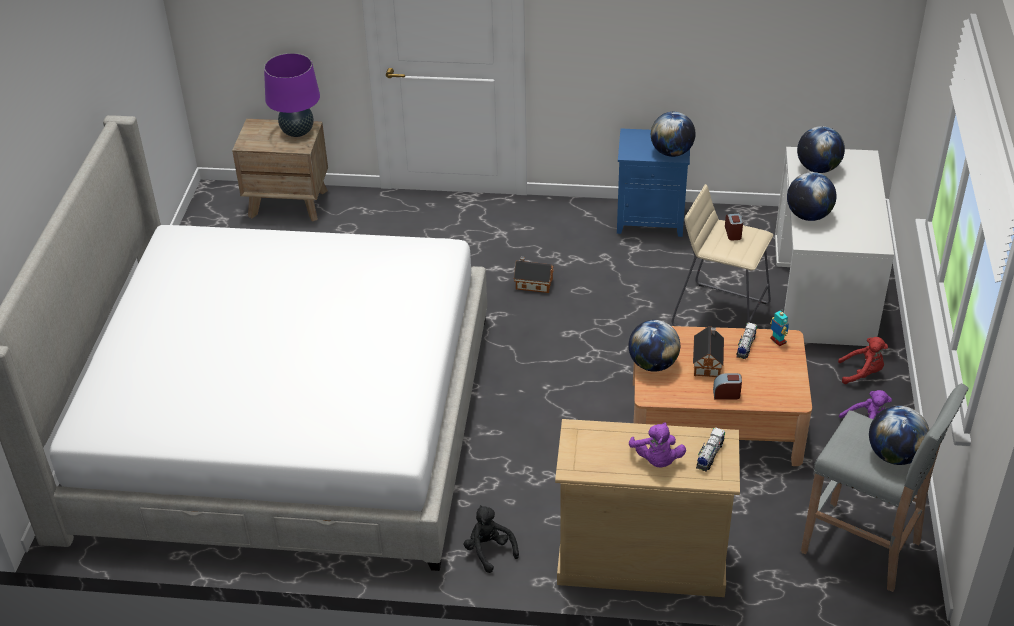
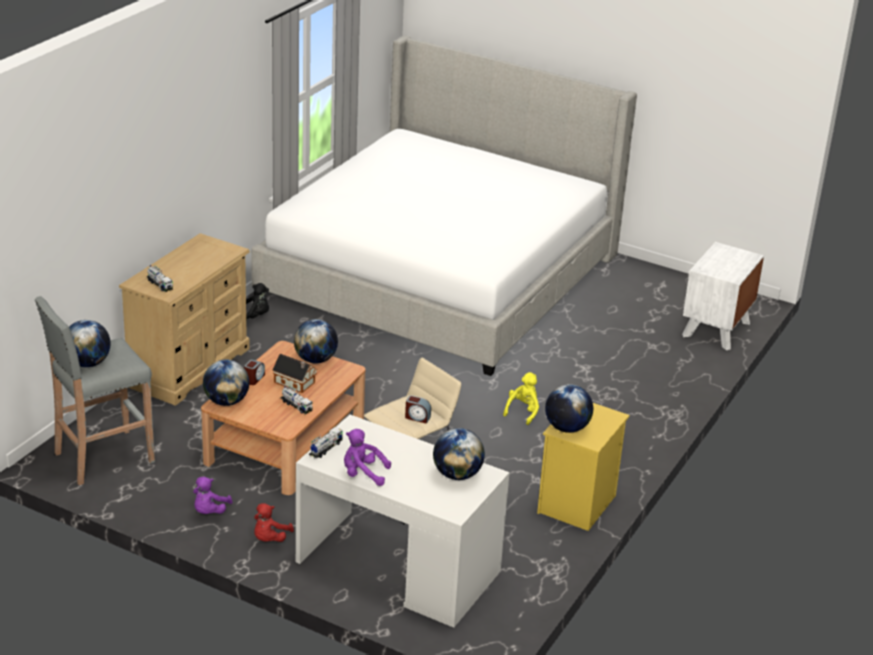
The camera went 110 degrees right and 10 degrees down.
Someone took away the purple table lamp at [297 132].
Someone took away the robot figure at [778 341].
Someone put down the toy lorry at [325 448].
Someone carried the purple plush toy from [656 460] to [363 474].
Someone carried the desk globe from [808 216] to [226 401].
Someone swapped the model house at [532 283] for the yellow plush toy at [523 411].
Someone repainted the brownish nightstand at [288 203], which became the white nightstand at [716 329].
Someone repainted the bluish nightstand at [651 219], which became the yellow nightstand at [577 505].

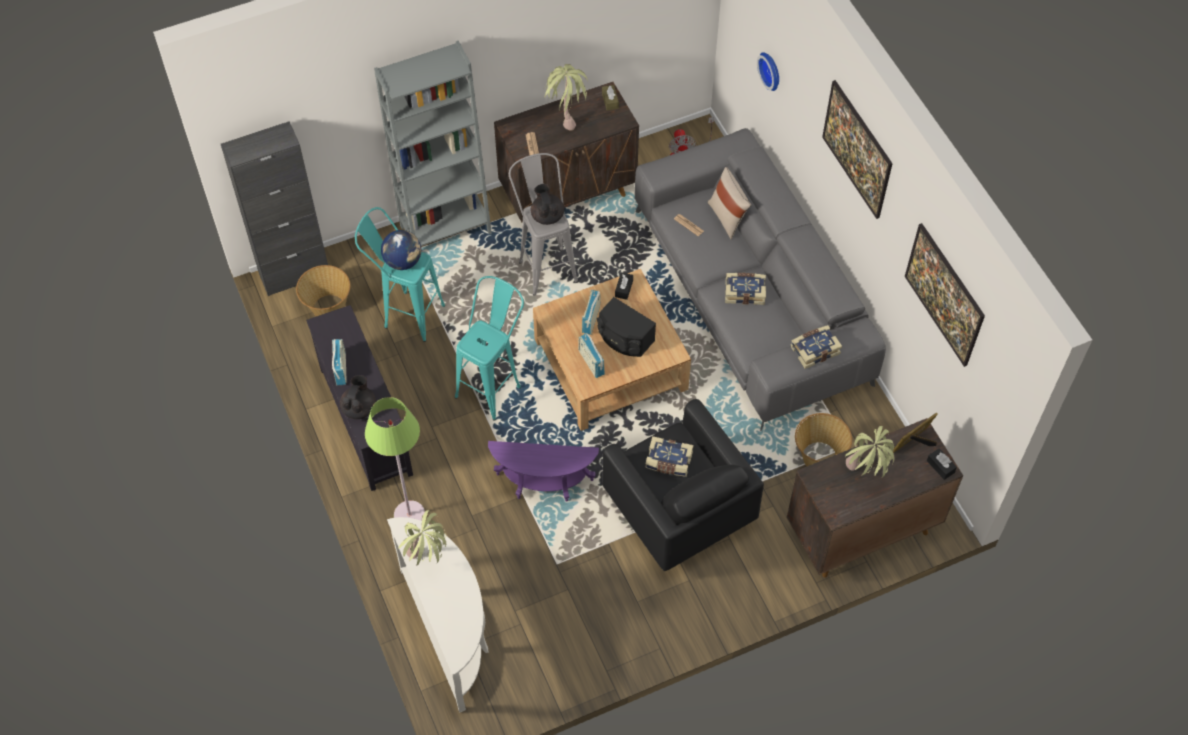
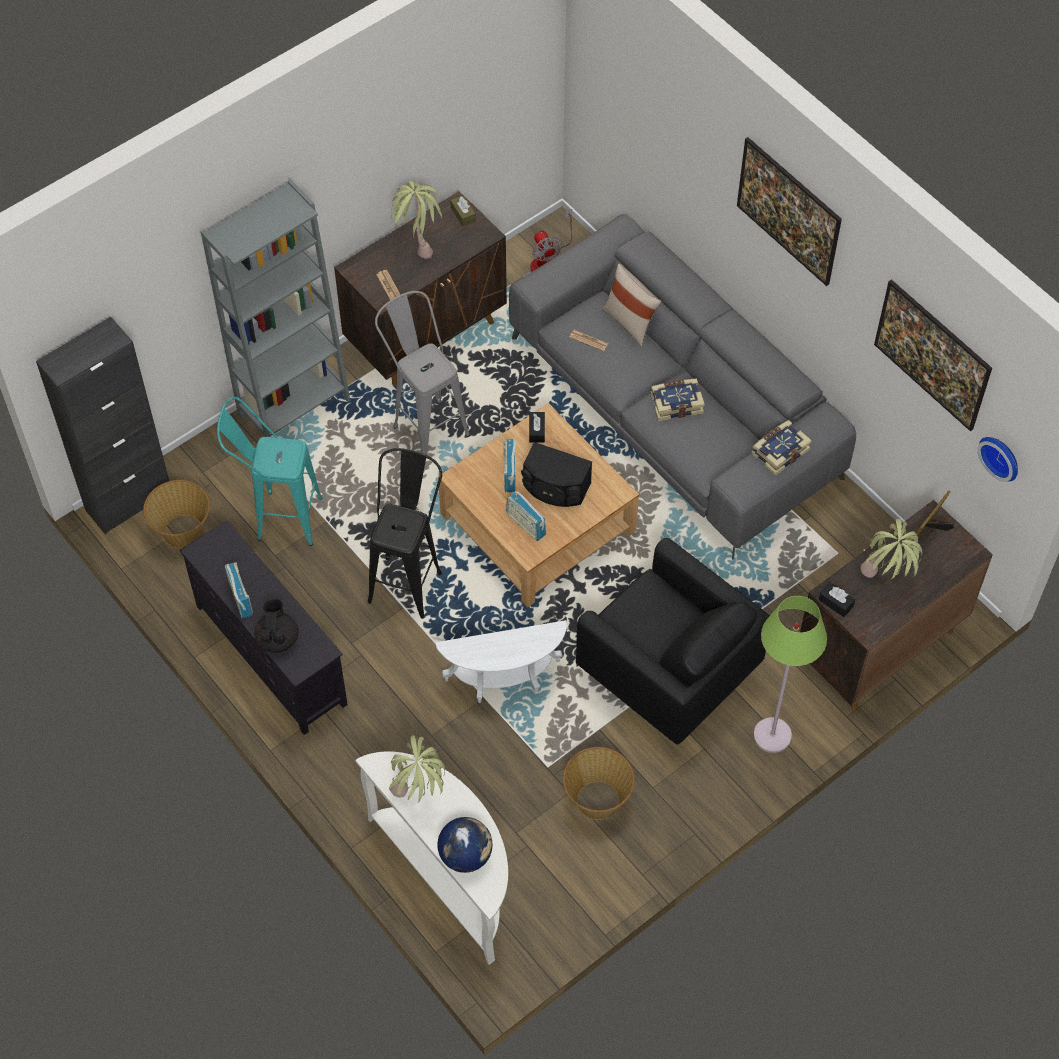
The camera went 15 degrees left and 0 degrees up.
Someone took away the black-coloured pot for tea at [547 215].
Someone took away the volume at [668 462].
Someone carried the greenish floor lamp from [409 515] to [772 735].
Someone carried the desk globe from [403 261] to [466 855].
Someone carried the wall clock from [771 70] to [1001 456].
Someone carried the basket from [818 457] to [597 800].
Someone carried the black-coloured box of tissues from [940 466] to [835 603].
Someone repainted the blue-green sitting stool at [493 385], which became the black-coloured sitting stool at [409 578].
Someone repainted the purple side table at [543 487], which became the white side table at [504 682].

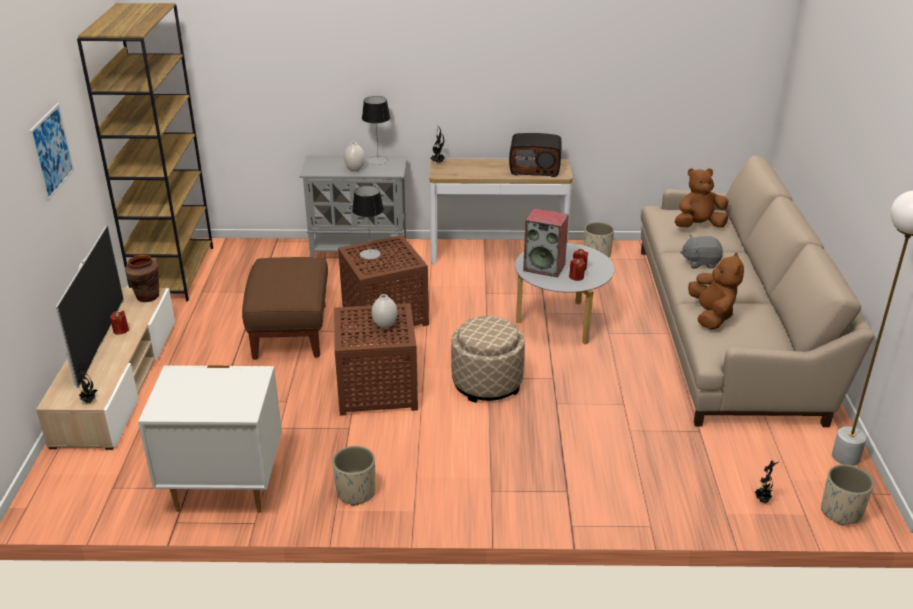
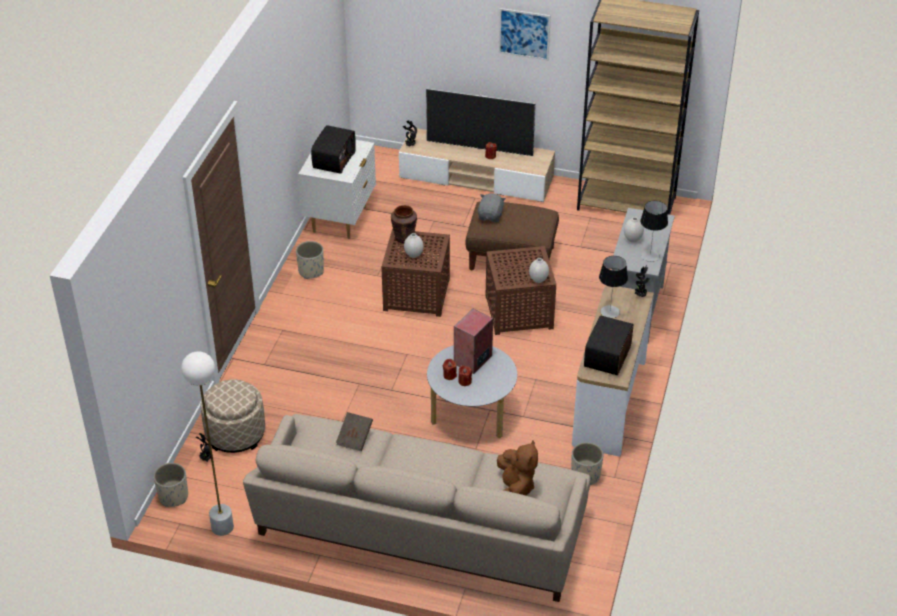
The camera went 105 degrees right and 10 degrees up.
Someone put down the radio set at [333 160].
Someone put down the white decorative vase at [538 280].
Someone carried the brownish decorative vase from [147 297] to [404 238].
Someone carried the table lamp from [370 254] to [610 312].
Someone carried the sand-coloured footrest from [487 383] to [235 434].
Someone carried the gray plush toy from [700 262] to [490 216].
Someone swapped the brownish plush toy at [711 316] for the brownish volume at [355 438].

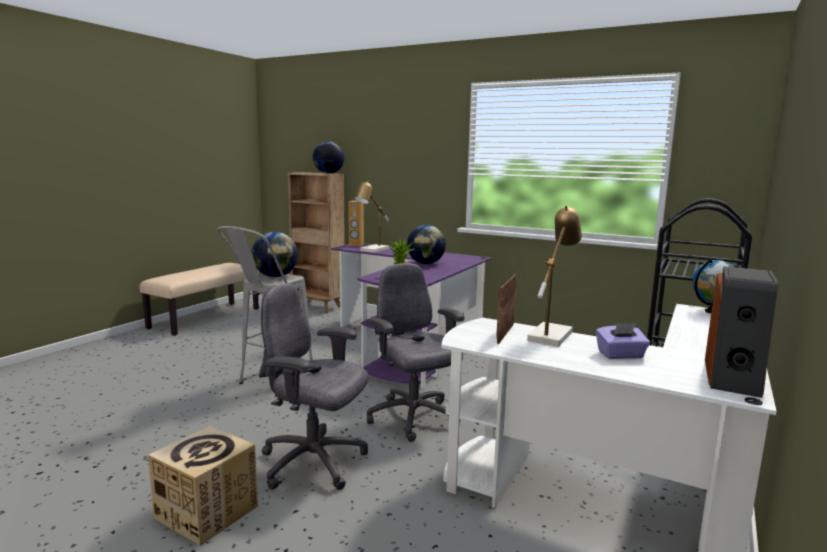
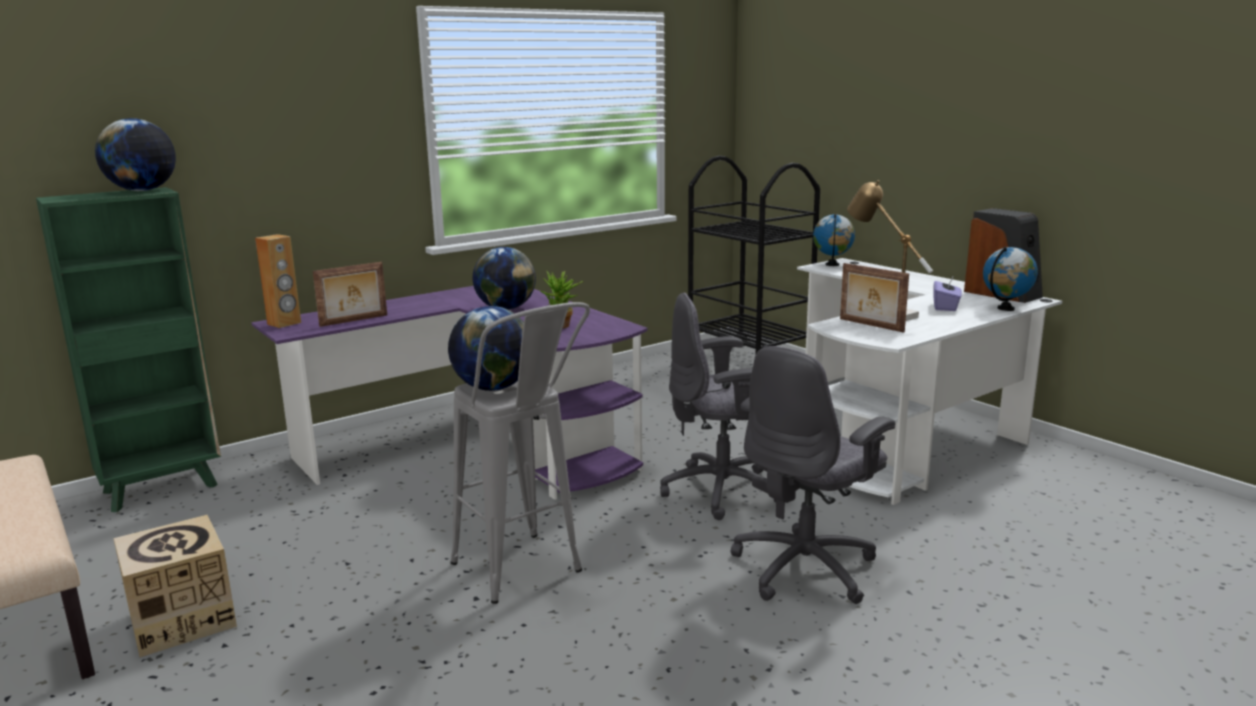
The camera went 65 degrees left and 5 degrees up.
Someone put down the desk globe at [1006 309].
Someone carried the packing box from [207 512] to [182 620].
Someone swapped the table lamp at [372 250] for the standing frame at [354 321].
Someone repainted the brownish bookcase at [318 307], which became the greenish bookcase at [163 488].

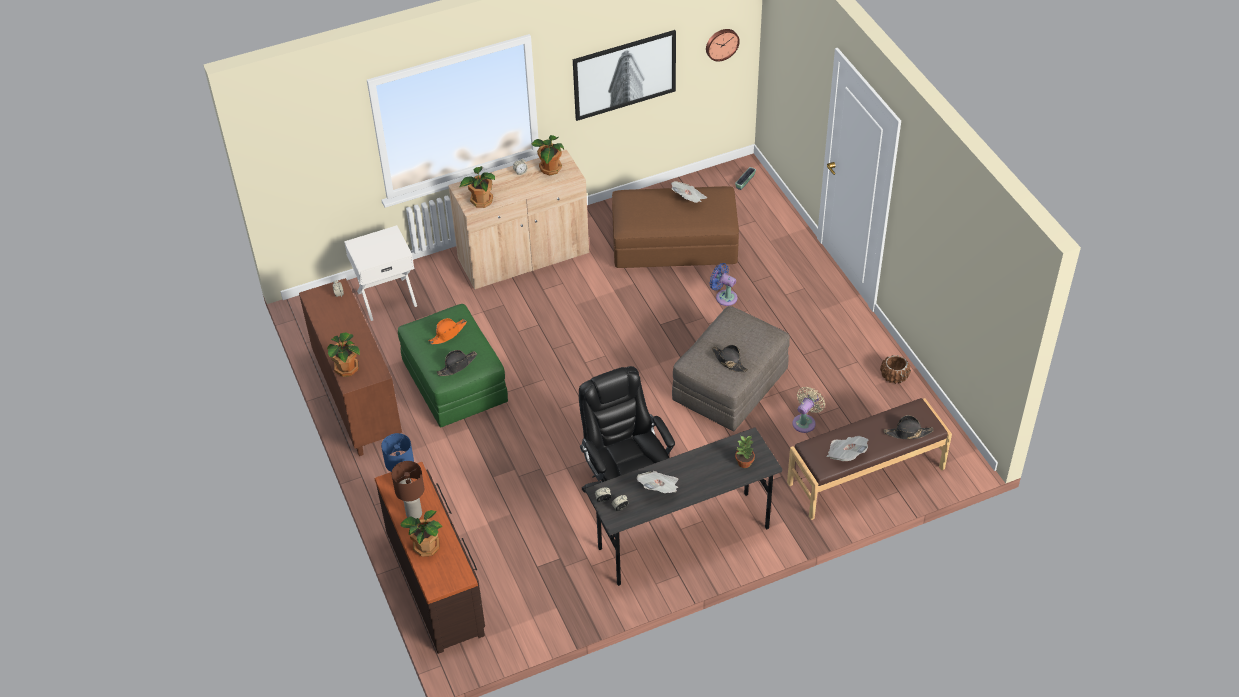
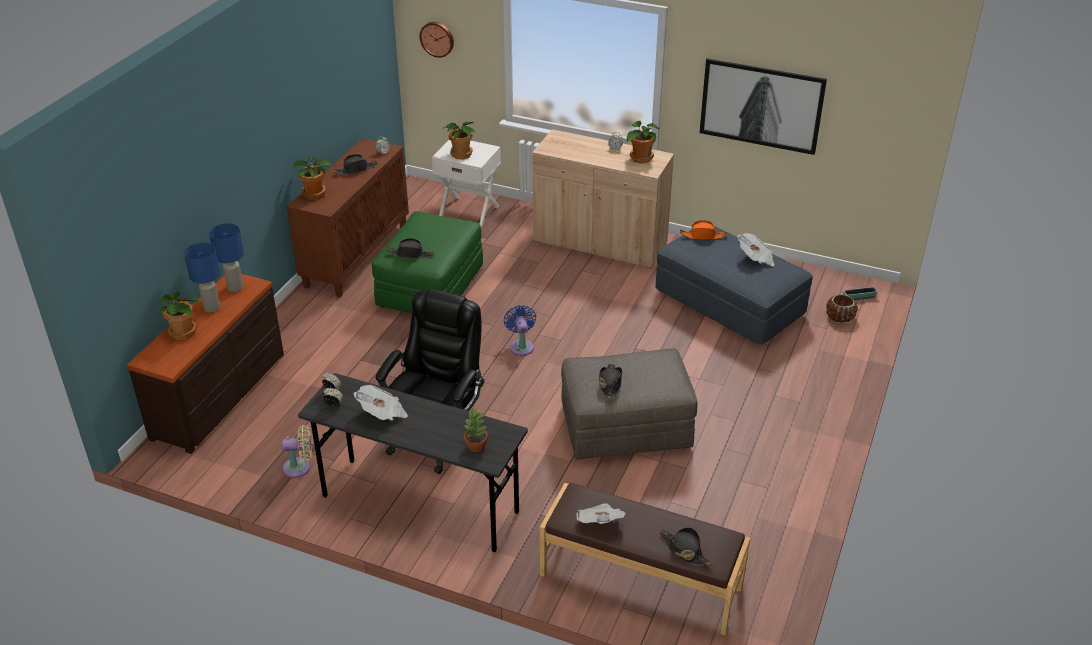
The camera went 45 degrees right and 10 degrees down.
Someone put down the black-coloured hat at [356 169].
Someone carried the orange hat from [448 333] to [703 235].
Someone carried the potted plant from [481 201] to [461 154].
Someone carried the wall clock from [721 44] to [437 38].
Someone carried the bluish cooling fan from [724 297] to [521 346].
Someone carried the sand-coloured cooling fan from [805 422] to [300 467].
Someone carried the brownish plant pot from [894 376] to [839 317].
Someone repainted the brownish table lamp at [413 514], which became the bluish table lamp at [211 307].
Someone repainted the brownish footrest at [674 245], which became the gray footrest at [729 304].

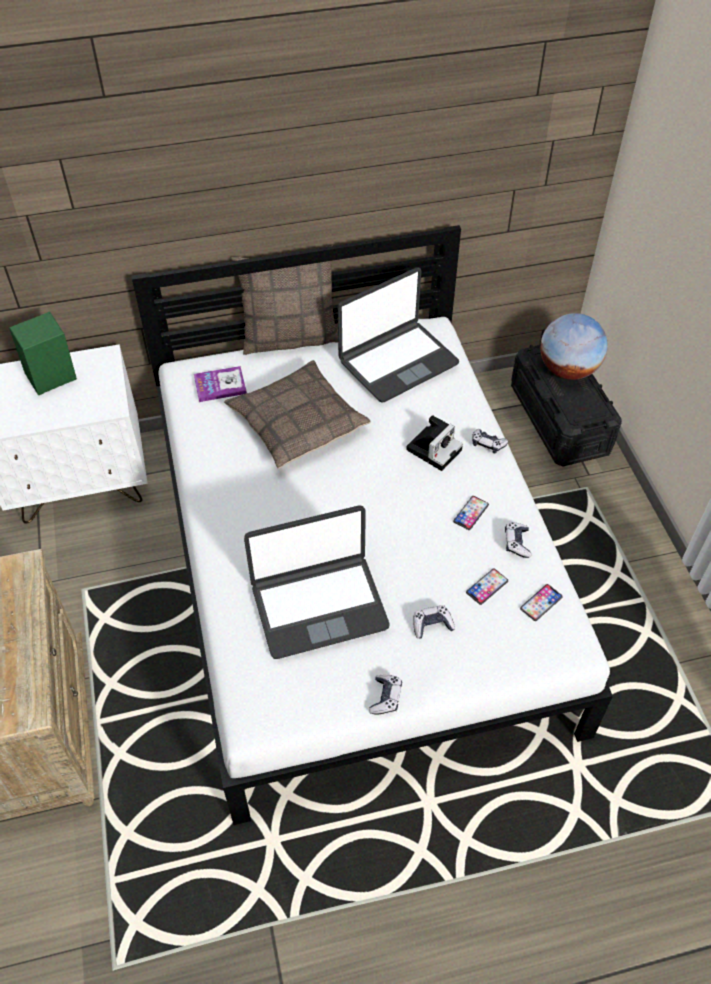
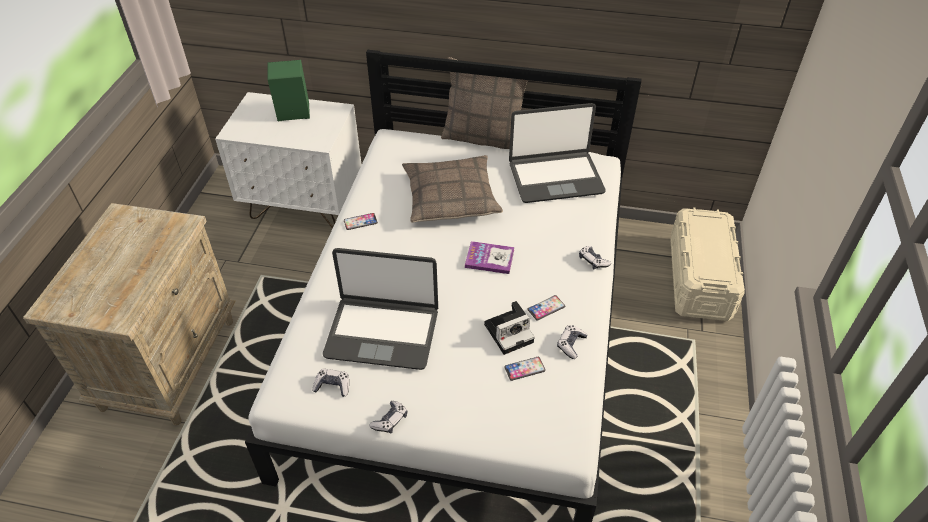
The camera went 25 degrees right and 5 degrees down.
Someone took away the desk globe at [567 370].
Someone carried the volume from [220 385] to [489 258].
Someone carried the photo camera from [434 448] to [510 332].
Someone carried the gamepad from [432 625] to [333 386].
Someone carried the phone from [541 603] to [360 222].
Someone repainted the black-coloured storage container at [559 419], which became the sand-coloured storage container at [699 278].

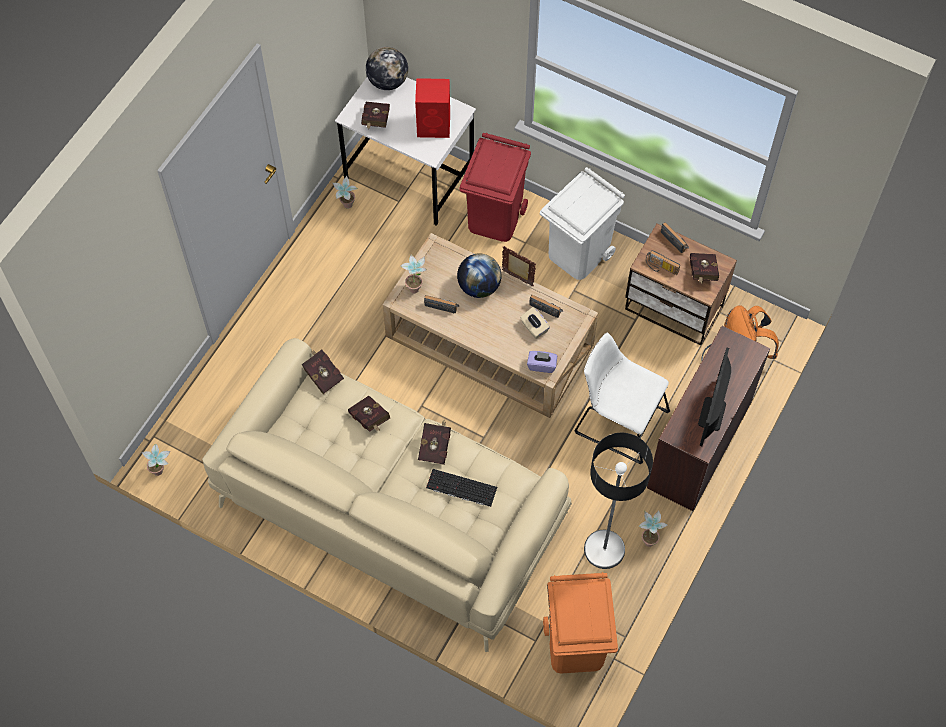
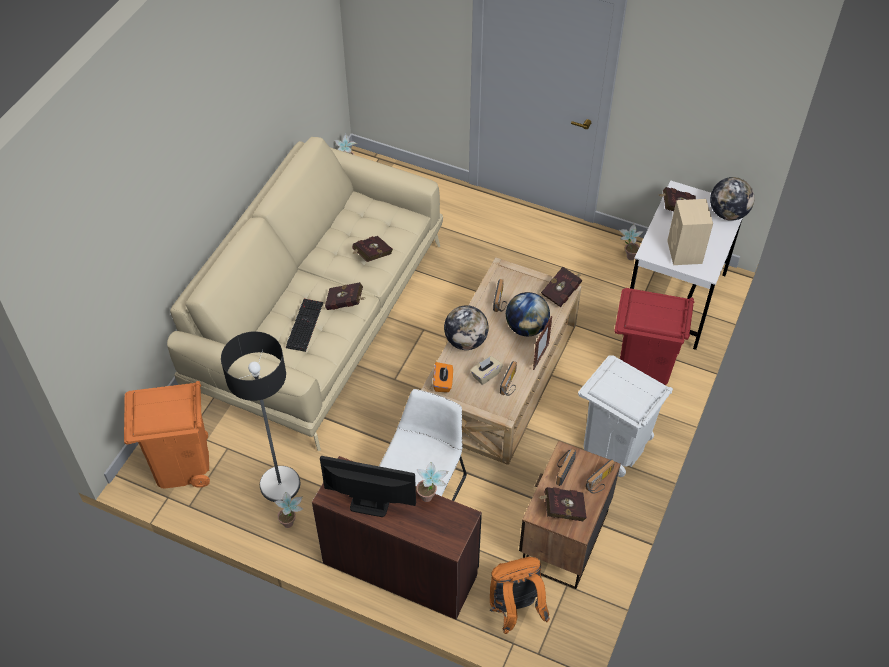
The camera went 85 degrees right and 10 degrees down.
Someone put down the desk globe at [466 341].
Someone carried the reddish volume from [322 375] to [562 292].
Someone carried the potted plant from [415 286] to [431 498].
Someone repainted the reddish speaker at [434 125], which became the sand-coloured speaker at [684 253].
Someone repainted the purple box of tissues at [541 365], which became the orange box of tissues at [443 383].

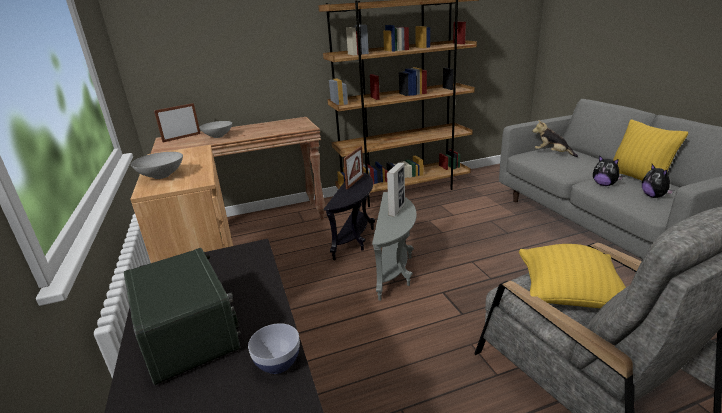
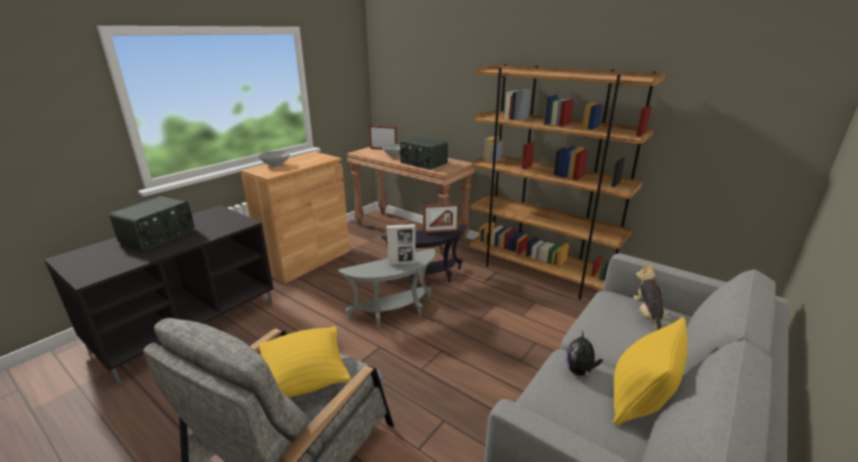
The camera went 55 degrees right and 0 degrees up.
Someone took away the deep dish at [278 363].
Someone took away the plush toy at [654 196].
Someone put down the radio set at [423 163].

